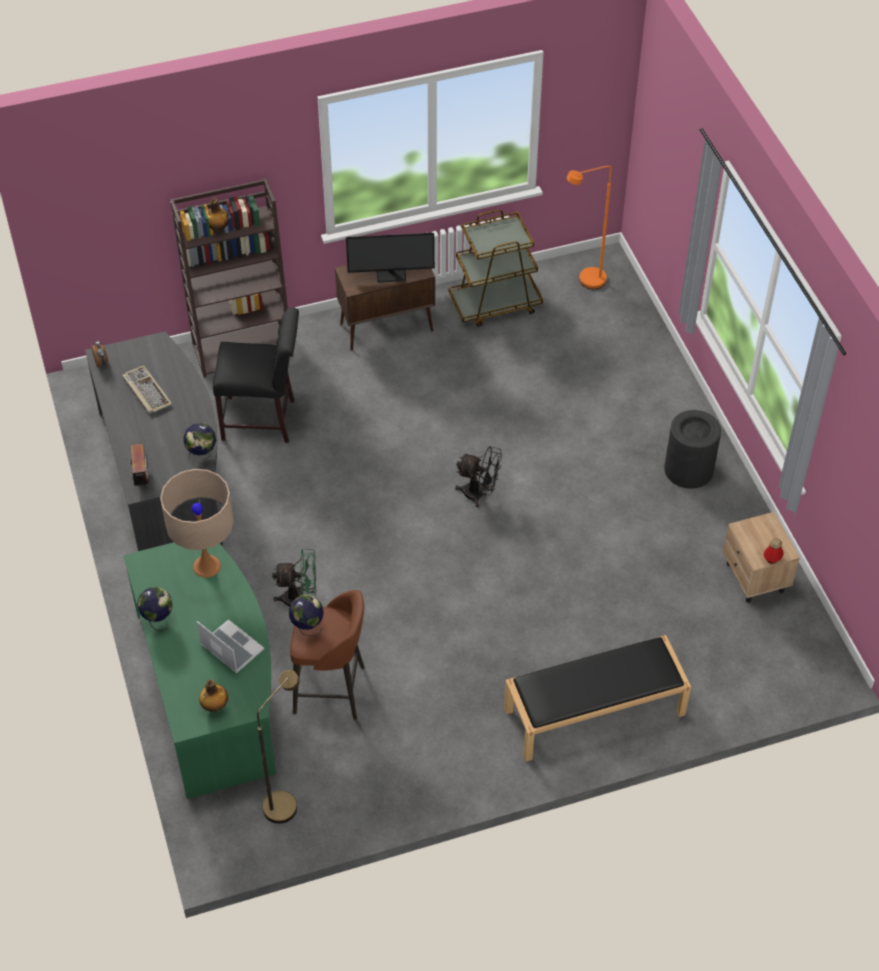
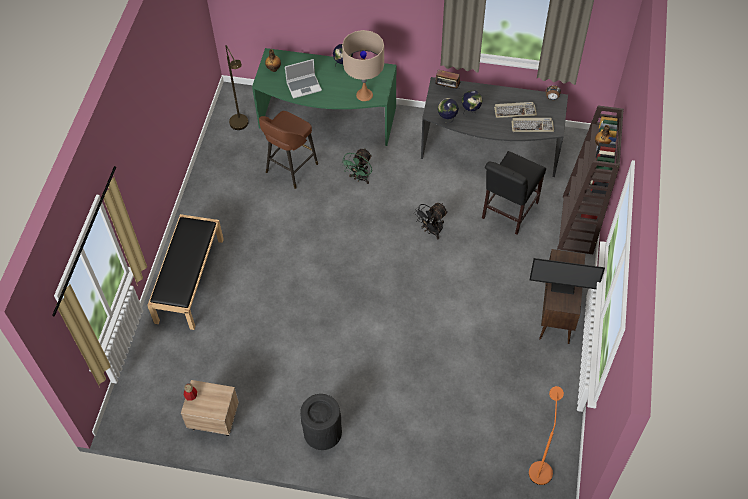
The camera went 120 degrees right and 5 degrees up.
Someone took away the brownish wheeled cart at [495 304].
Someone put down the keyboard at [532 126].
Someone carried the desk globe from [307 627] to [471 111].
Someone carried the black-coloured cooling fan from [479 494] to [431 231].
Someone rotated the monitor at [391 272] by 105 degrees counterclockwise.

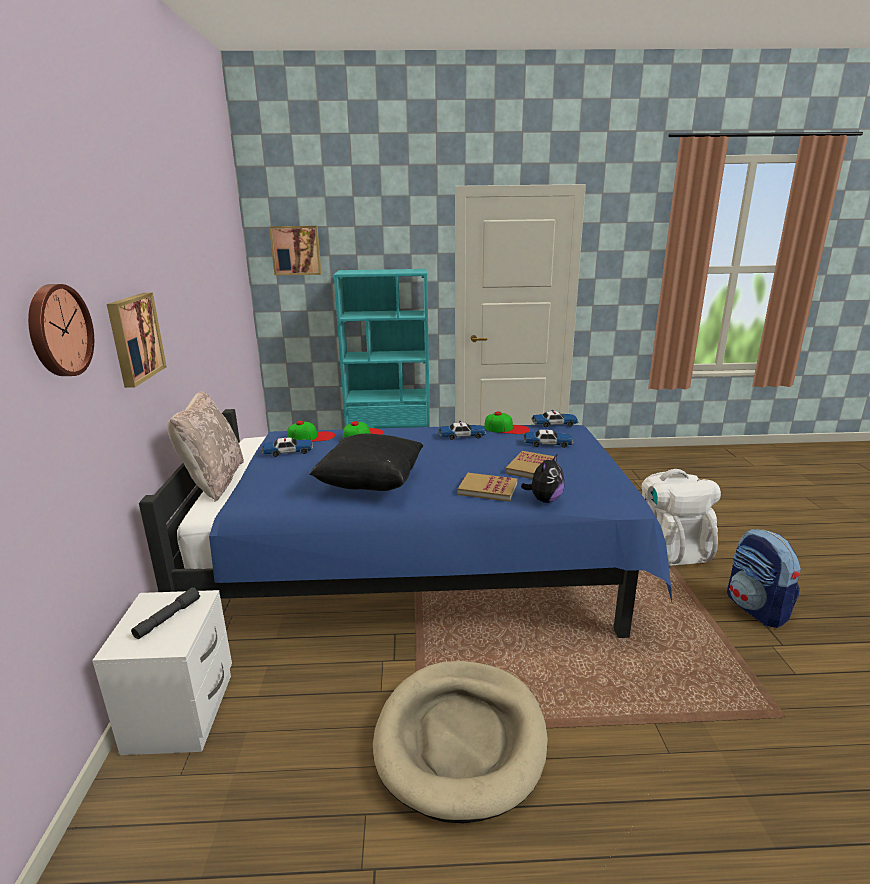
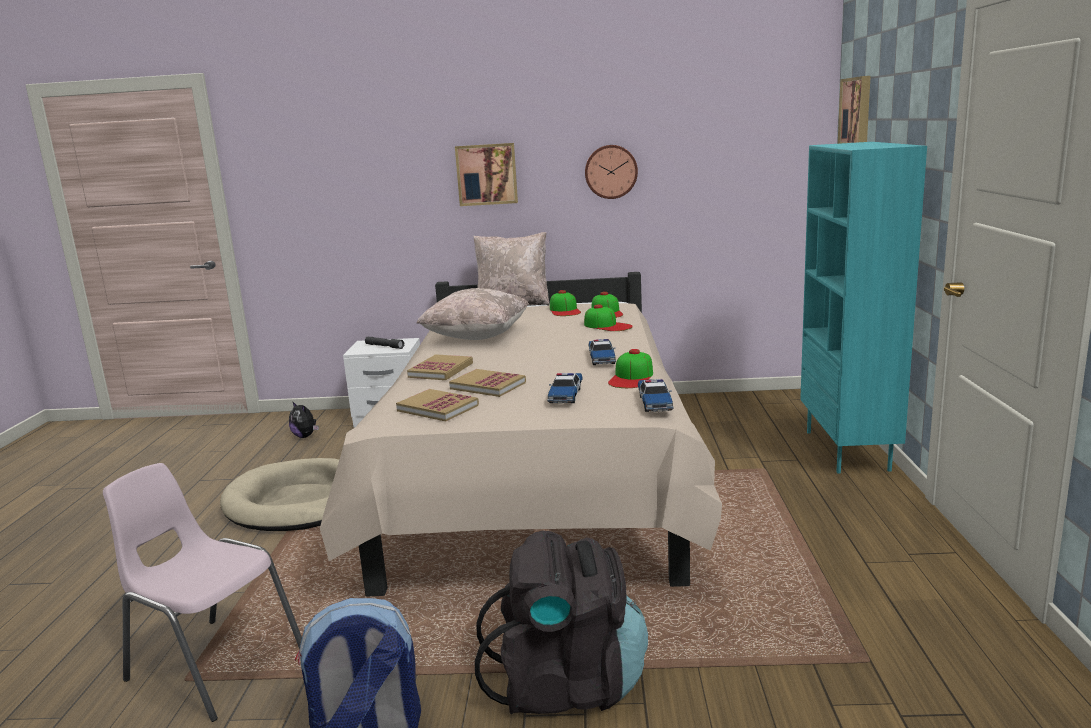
The camera went 95 degrees right and 5 degrees down.
Someone put down the pink upright chair at [213 664].
Someone put down the volume at [438 408].
Someone carried the wall clock from [57 330] to [611 171].
Someone carried the plush toy from [544 500] to [305 436].
Someone swapped the miniature car at [288 452] for the cap at [565 310].
Someone repainted the bluish sleeping bed at [421 571], which became the sand-coloured sleeping bed at [537 481].
Someone repainted the black-coloured pillow at [370 484], which became the sand-coloured pillow at [477 337].
Someone repainted the white knapsack at [670 548], which became the black-coloured knapsack at [567 684].

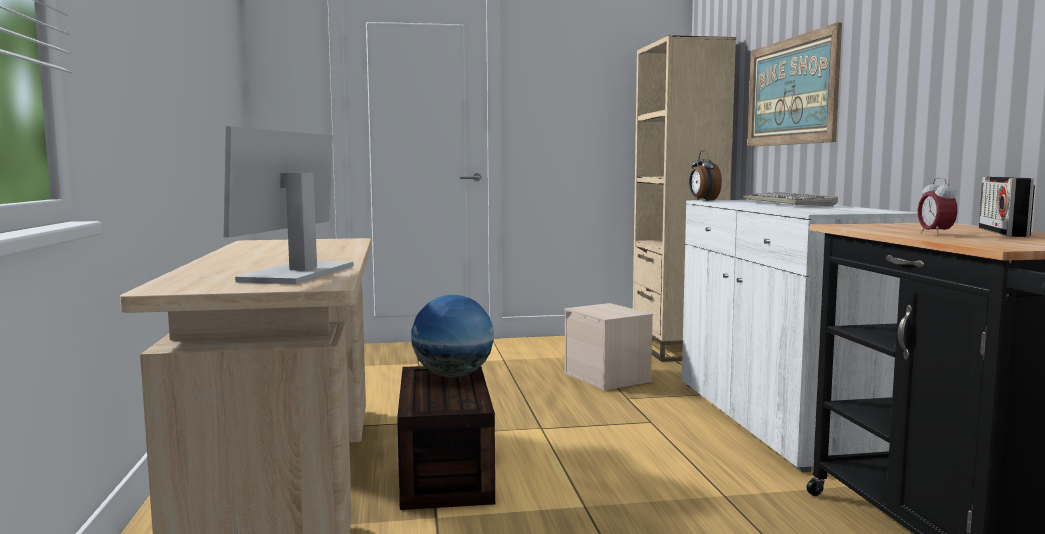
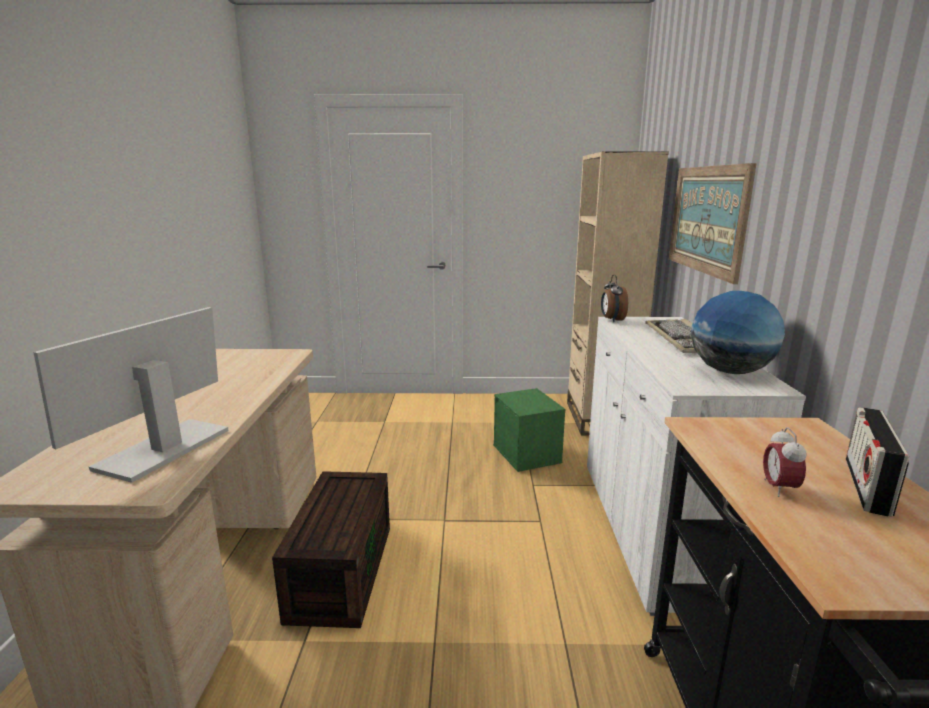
The camera went 10 degrees right and 10 degrees up.
Someone carried the desk globe from [453 376] to [730 371].
Someone repainted the sand-coloured storage container at [608 377], which became the greenish storage container at [527 454].

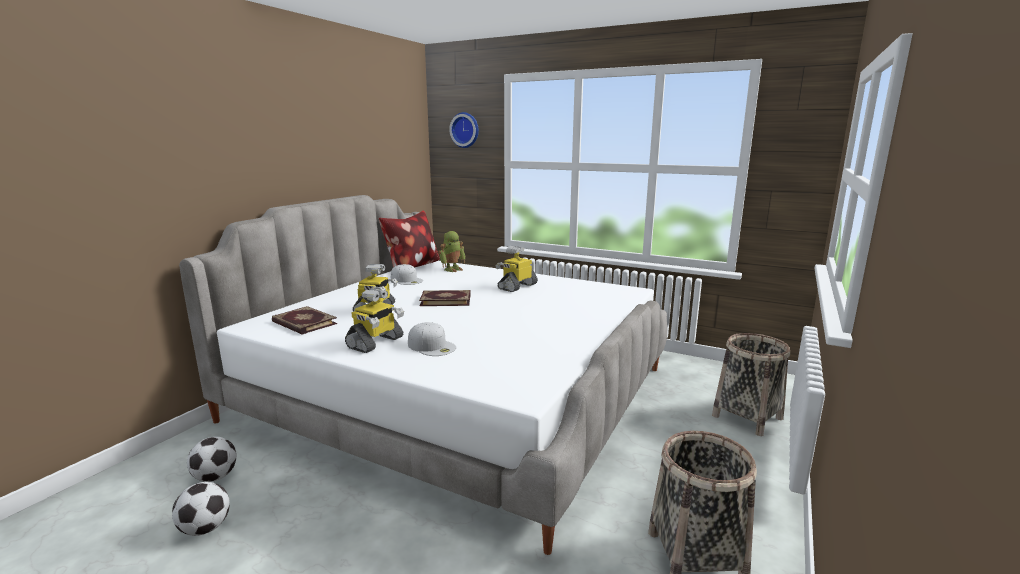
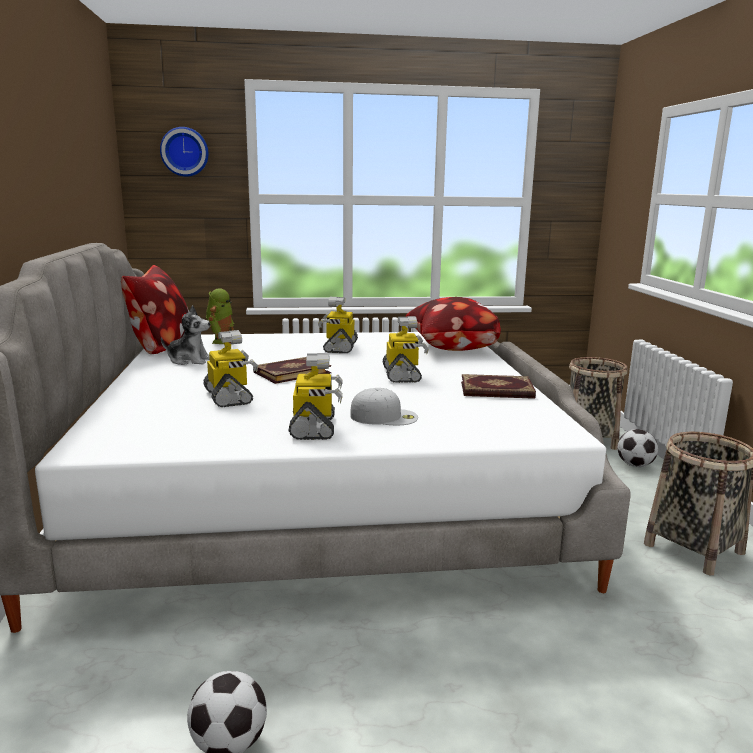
The camera went 35 degrees left and 0 degrees up.
Someone put down the robot figure at [402 375].
Someone put down the pillow at [450 348].
Someone carried the football from [215 477] to [635 465].
Someone carried the volume from [303 323] to [496 390].
Someone swapped the white cap at [407 280] for the plush toy at [189 360].

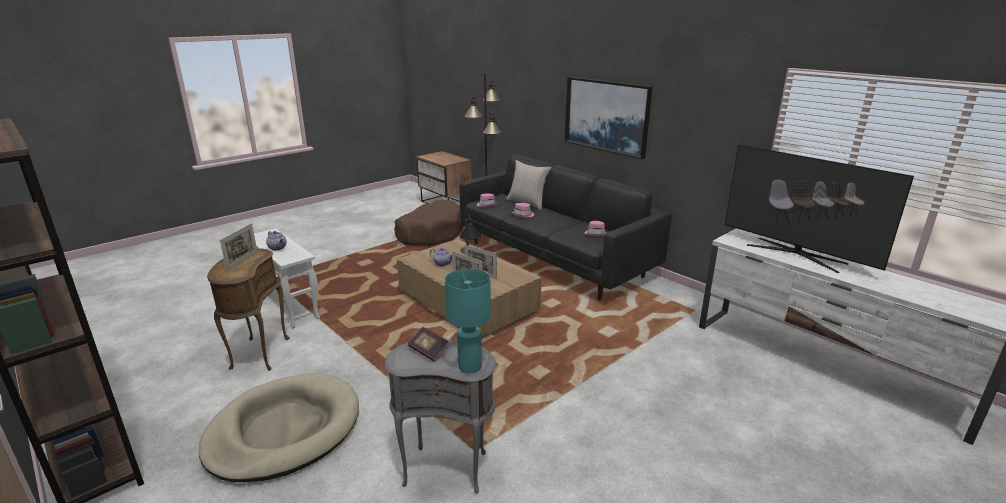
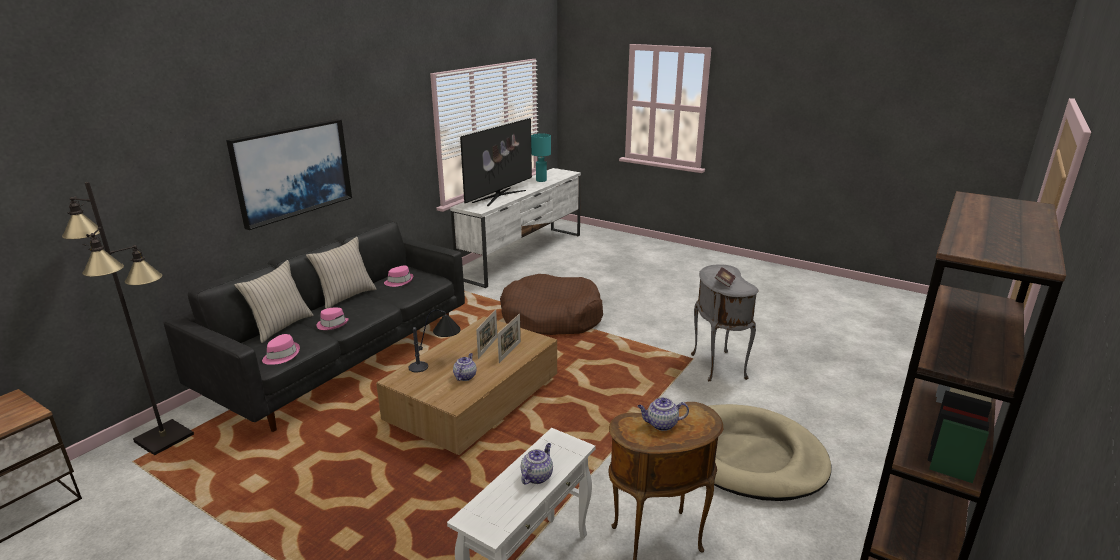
The camera went 105 degrees left and 0 degrees up.
Someone put down the sand-coloured pillow at [346 297].
Someone carried the brownish dog bed from [431 233] to [551 317].
Someone carried the blue-green table lamp from [469 366] to [541 180].
Someone swapped the standing frame at [242 261] for the pot for tea at [661 424].

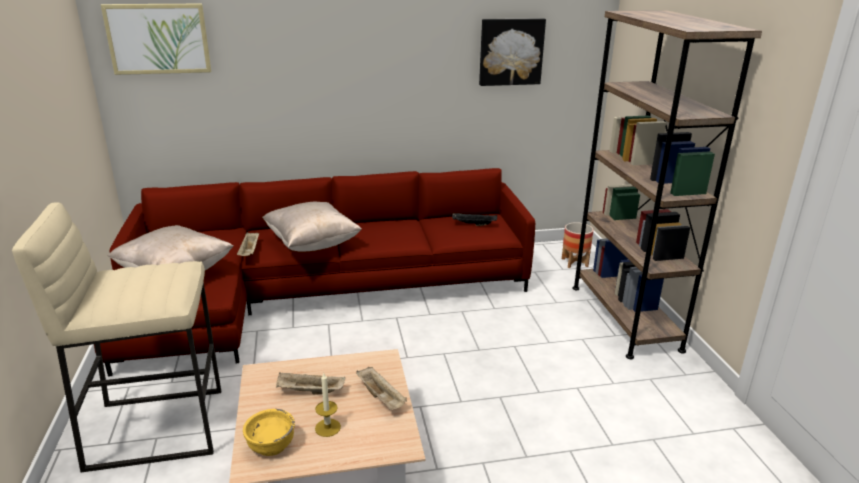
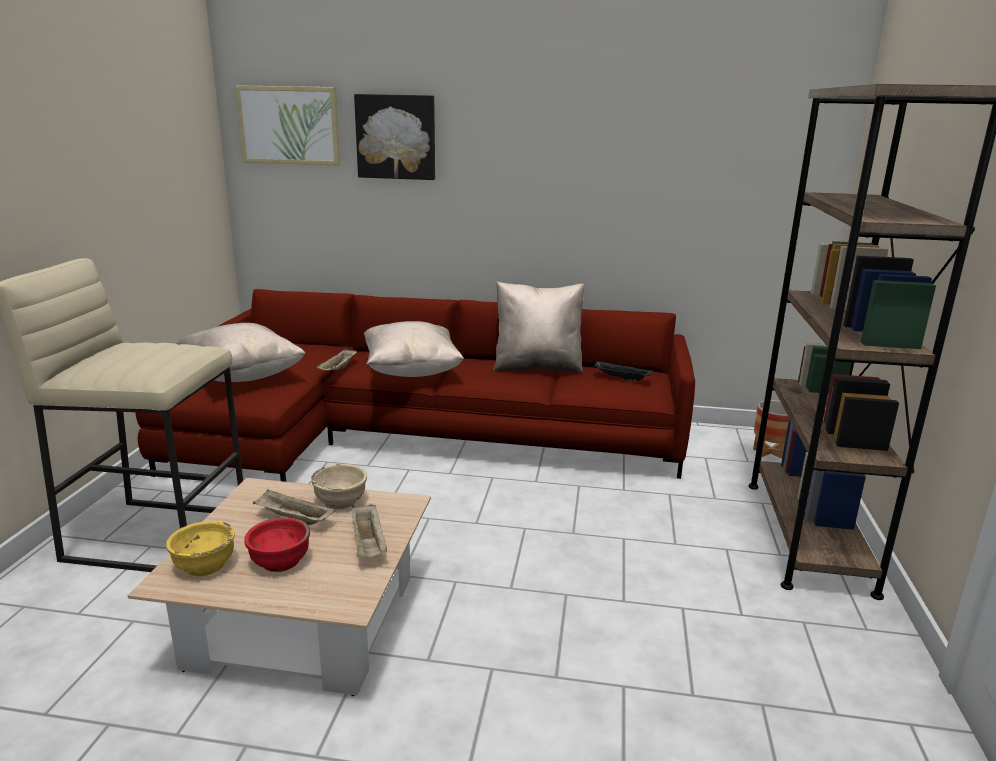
The camera went 20 degrees right and 5 degrees down.
Someone put down the sand-coloured deep dish at [340 501].
Someone put down the sand-coloured pillow at [537 367].
Someone carried the wall art from [510 51] to [396 137].
Someone swapped the wax candle at [327 427] for the reddish deep dish at [281 562].

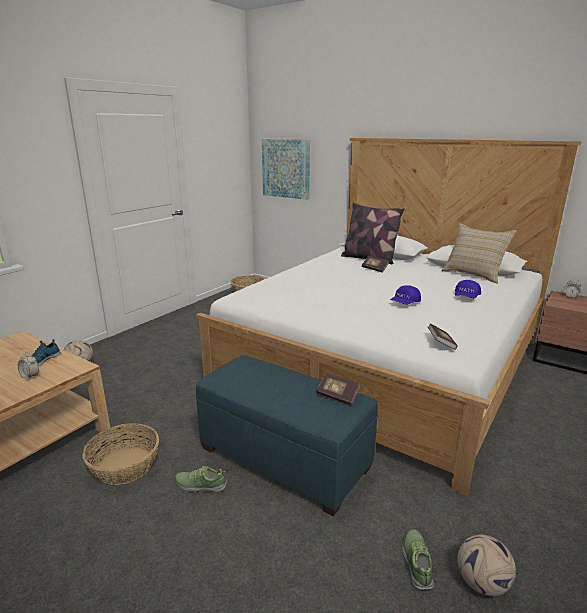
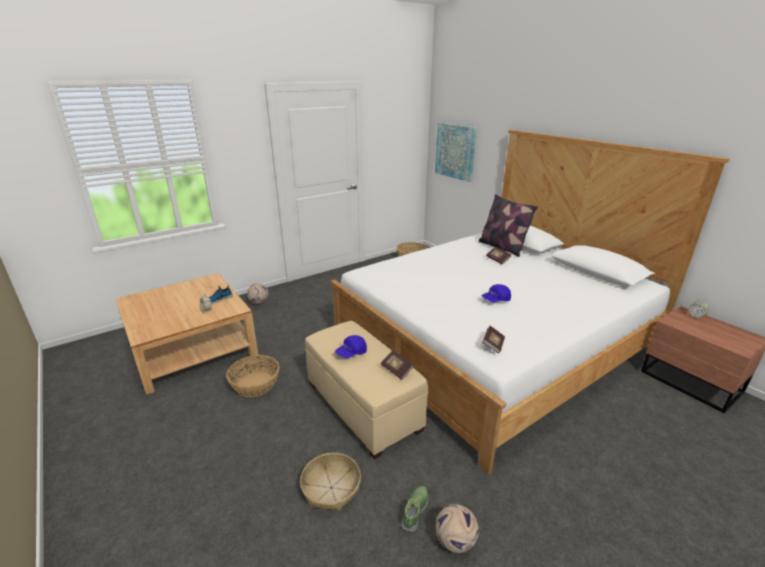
The camera went 20 degrees right and 5 degrees up.
Someone took away the shoe at [201 485].
Someone took away the sand-coloured pillow at [474 274].
Someone put down the basket at [331 487].
Someone carried the bluish cap from [466 297] to [351 353].
Someone repainted the bluish footrest at [285 458], which became the sand-coloured footrest at [363 407].

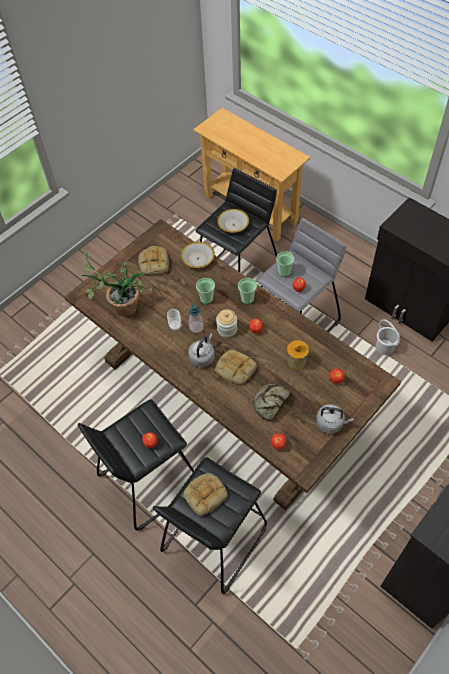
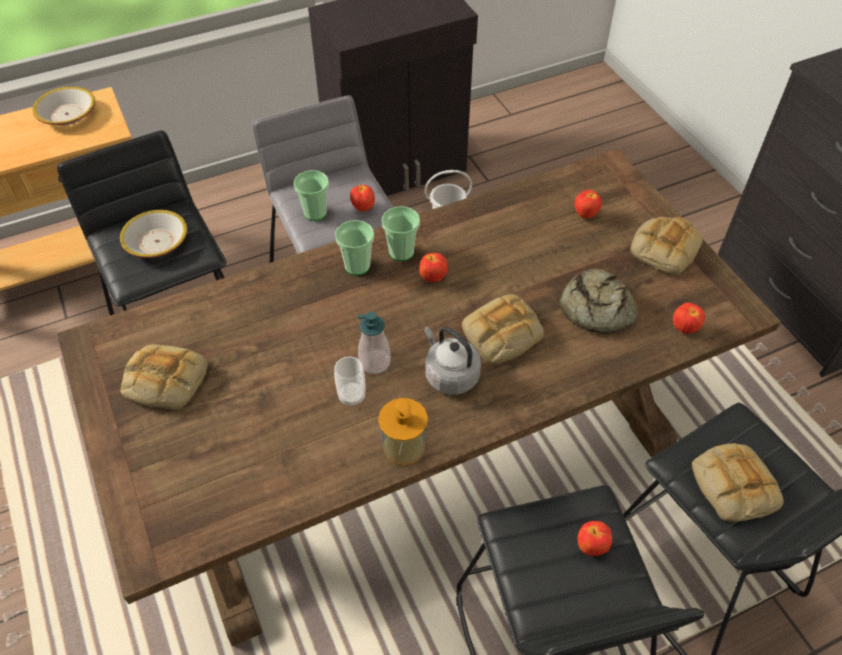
The camera went 70 degrees left and 5 degrees down.
Someone took away the potted plant at [120 307].
Someone took away the storage jar at [227 329].
Someone carried the deep dish from [198 259] to [67 114].
Someone carried the cup from [206 299] to [401 252].
Someone carried the liquid soap bottle from [296 362] to [404 446].
Someone swapped the gray water kettle at [331 423] for the bakery bread at [664 248].

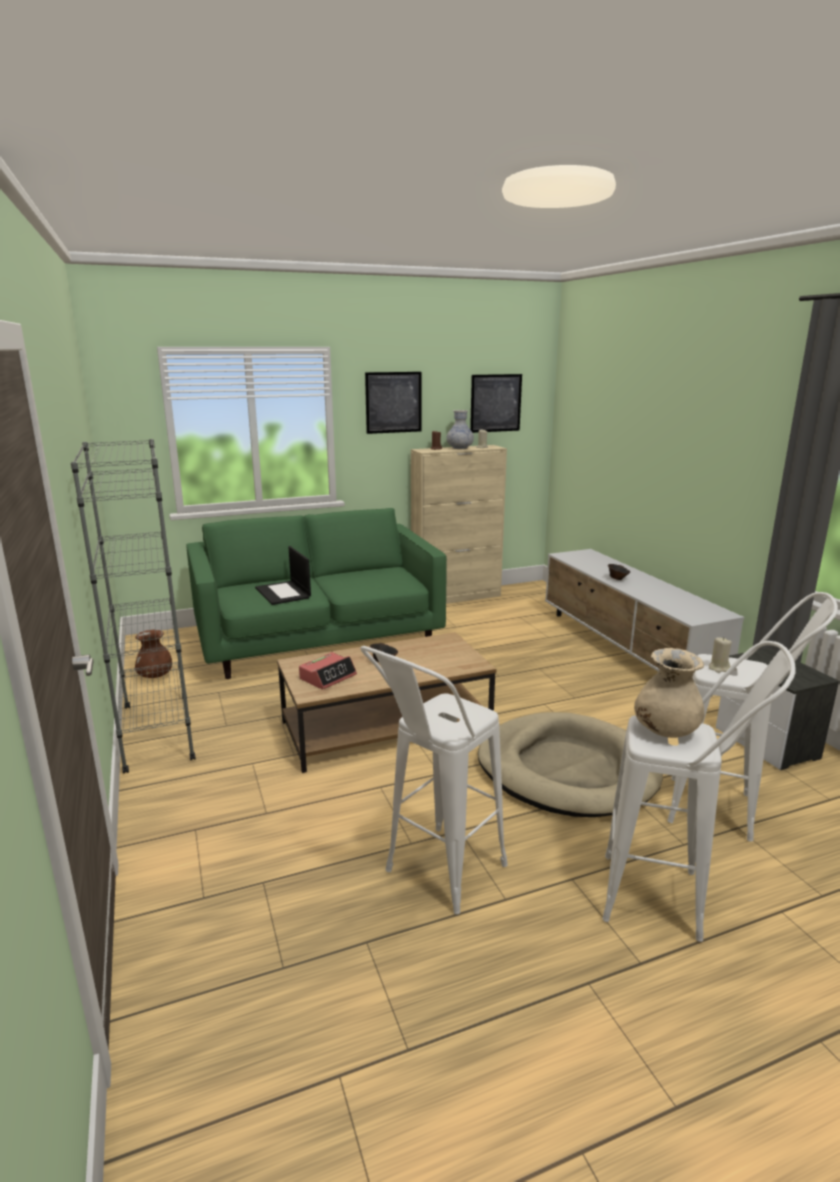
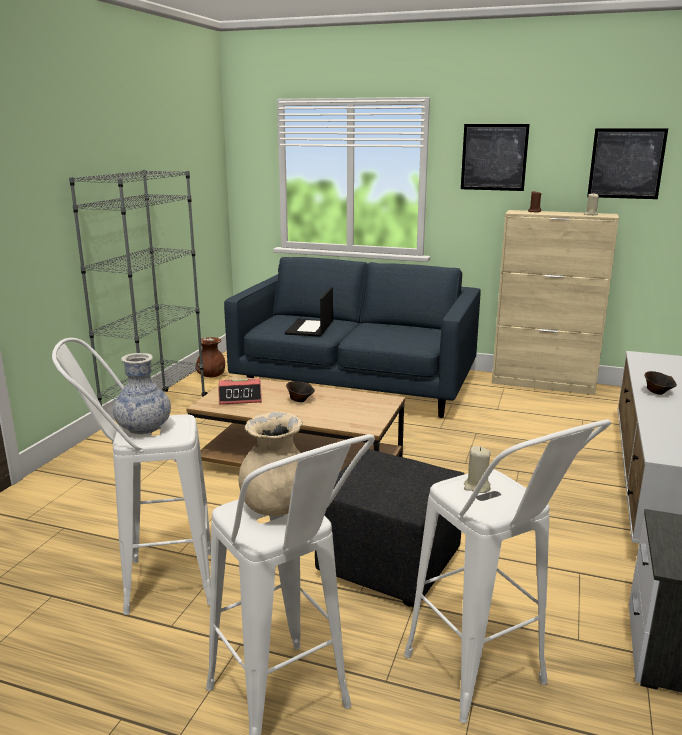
The camera went 40 degrees right and 0 degrees up.
Someone carried the decorative vase from [459 448] to [144 428].
Someone swapped the sand-coloured dog bed at [567 770] for the black-coloured footrest at [388 564].
Someone repainted the greenish sofa at [318 642], which became the bluish sofa at [355 386].

